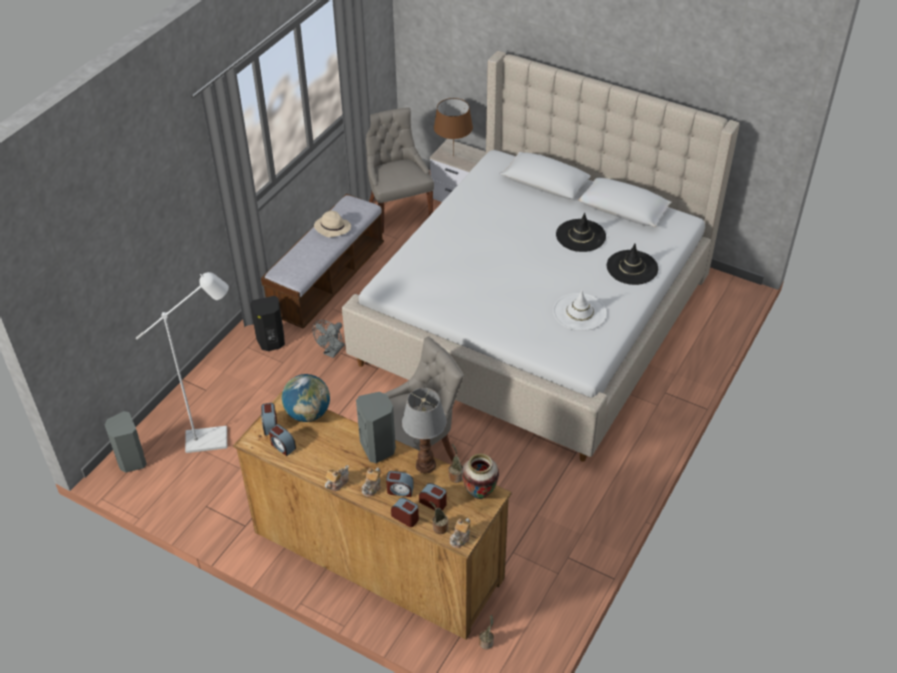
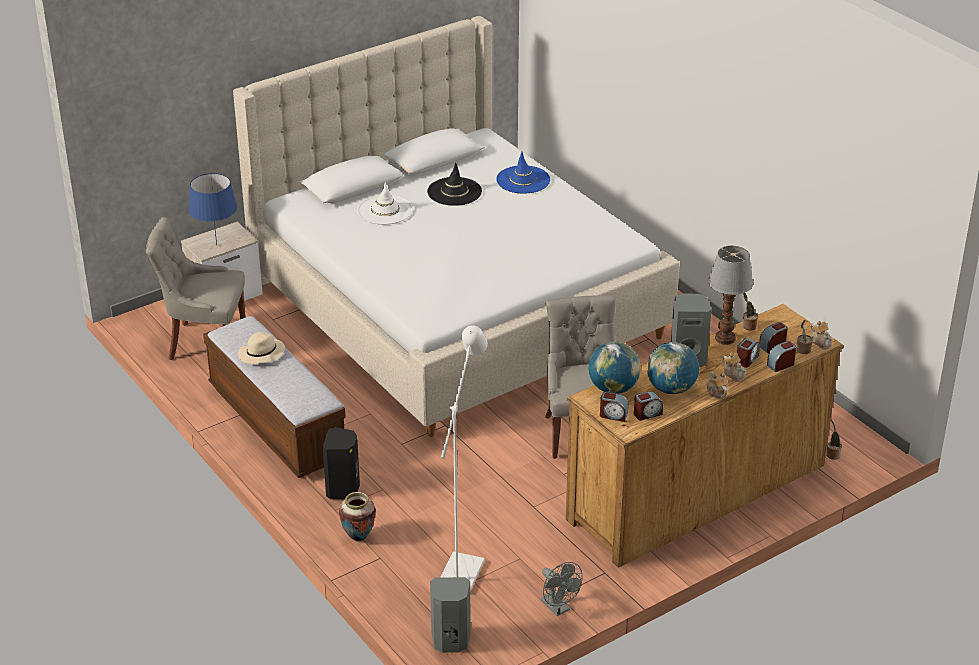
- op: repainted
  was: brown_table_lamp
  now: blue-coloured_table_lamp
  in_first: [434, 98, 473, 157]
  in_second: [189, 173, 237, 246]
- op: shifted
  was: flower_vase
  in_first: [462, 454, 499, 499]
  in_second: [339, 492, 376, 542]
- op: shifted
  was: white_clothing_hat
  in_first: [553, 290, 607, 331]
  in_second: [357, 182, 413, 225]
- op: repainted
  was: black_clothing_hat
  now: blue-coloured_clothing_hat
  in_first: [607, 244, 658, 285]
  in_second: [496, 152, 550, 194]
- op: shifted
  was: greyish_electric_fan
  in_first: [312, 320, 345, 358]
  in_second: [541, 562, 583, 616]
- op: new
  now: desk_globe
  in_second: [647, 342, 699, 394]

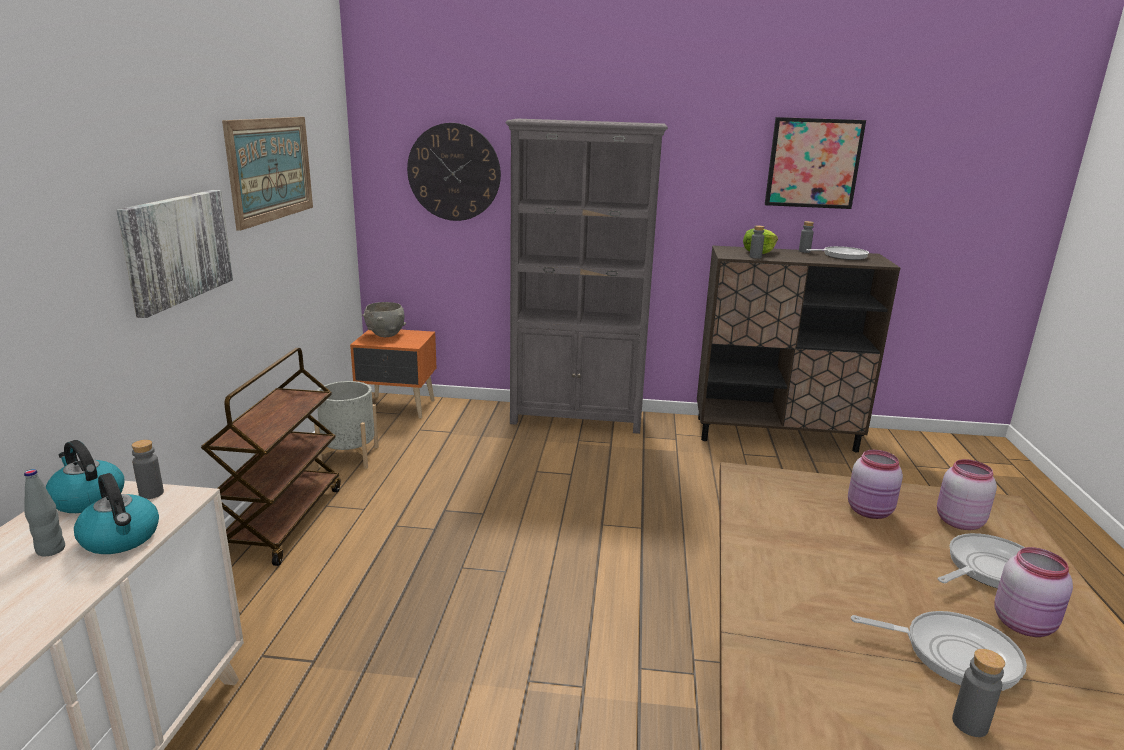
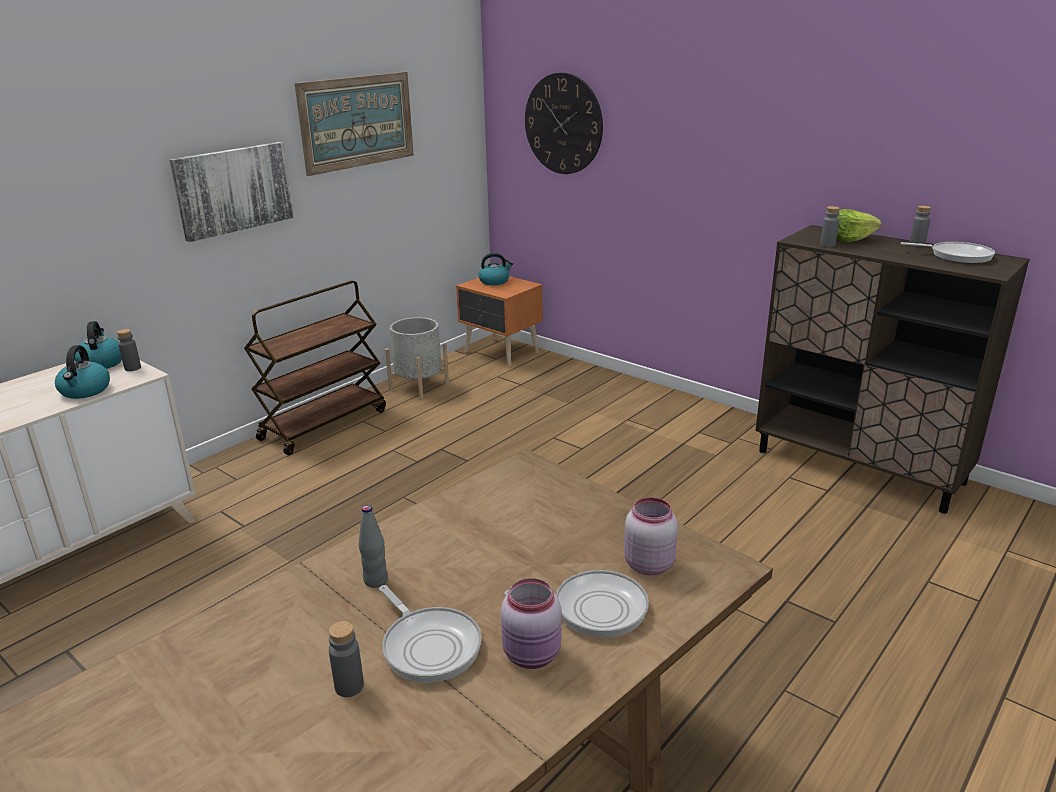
- op: shifted
  was: greyish_drink_bottle
  in_first: [24, 469, 65, 557]
  in_second: [359, 505, 388, 588]
- op: swapped
  was: greyish_deep_dish
  now: tea_kettle
  in_first: [362, 302, 406, 337]
  in_second: [479, 253, 513, 285]
- op: gone
  was: greyish_shelving_unit
  in_first: [506, 119, 668, 434]
- op: gone
  was: picture
  in_first: [765, 117, 866, 209]
- op: gone
  was: pinkish_jar
  in_first: [848, 450, 903, 519]

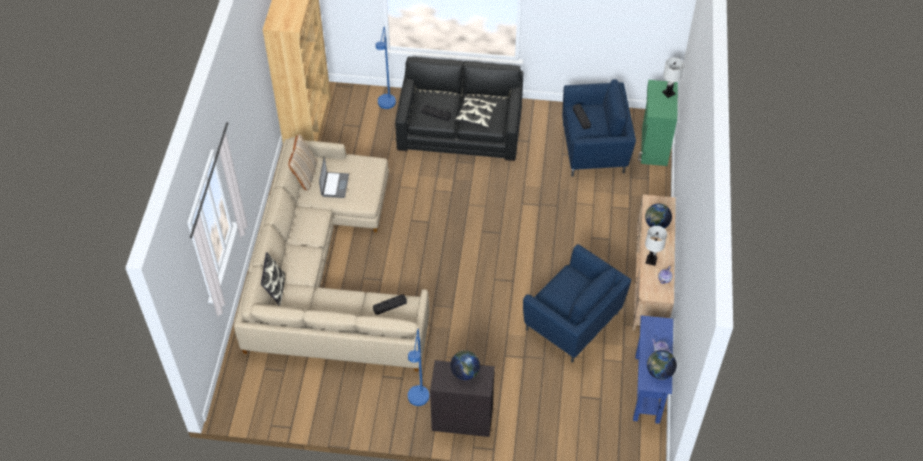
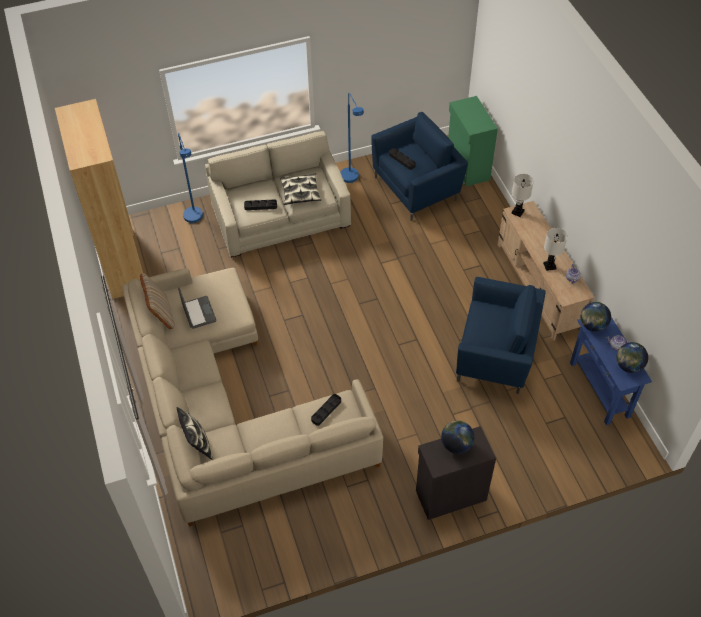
- op: repainted
  was: black_couch
  now: beige_couch
  in_first: [395, 57, 523, 161]
  in_second: [205, 131, 351, 258]
- op: shifted
  was: blue-coloured_standing_lamp
  in_first: [408, 328, 429, 406]
  in_second: [340, 93, 364, 183]
- op: shifted
  was: white_table_lamp
  in_first: [662, 57, 684, 98]
  in_second: [511, 174, 534, 217]
- op: shifted
  was: desk_globe
  in_first: [645, 203, 672, 229]
  in_second: [581, 302, 611, 332]

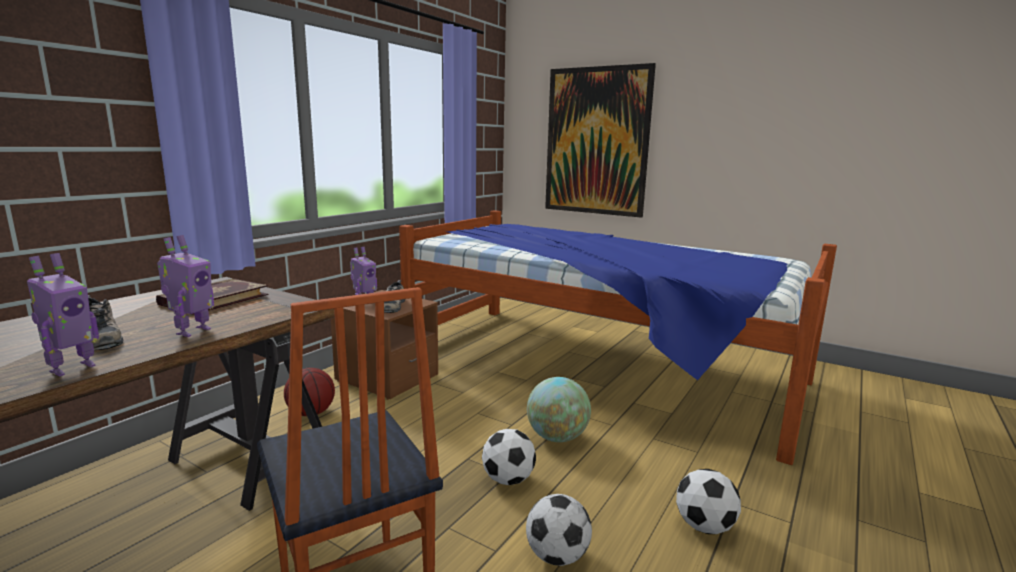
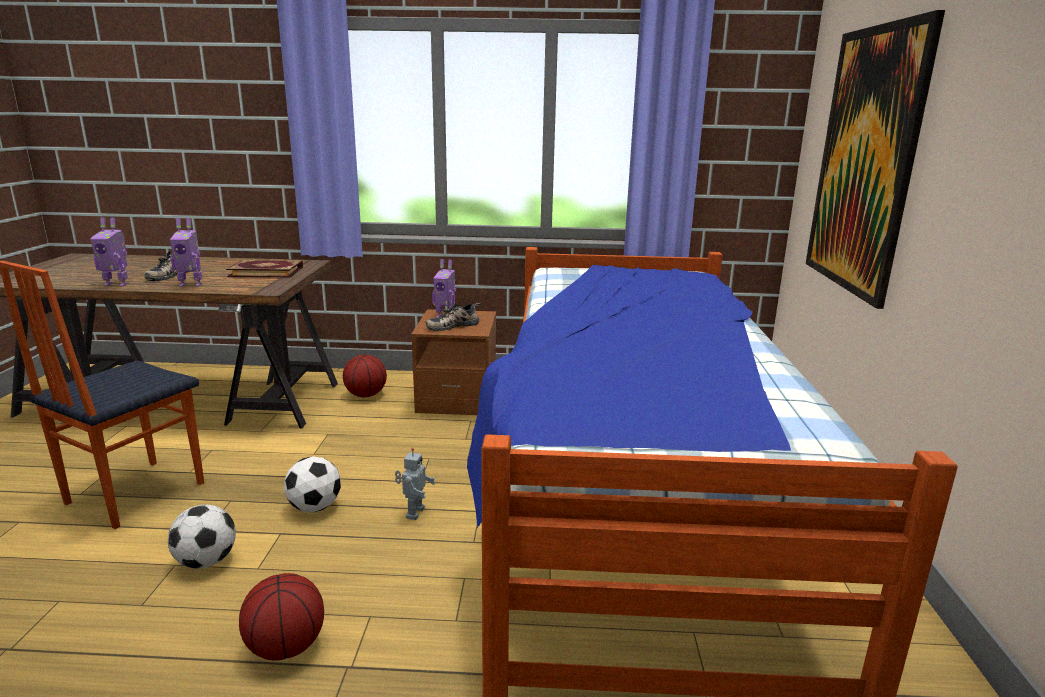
- op: swapped
  was: ball_for_football
  now: ball_for_basketball
  in_first: [676, 469, 741, 534]
  in_second: [239, 573, 324, 660]
- op: swapped
  was: desk_globe
  now: model_robot
  in_first: [527, 377, 591, 442]
  in_second: [395, 448, 436, 520]

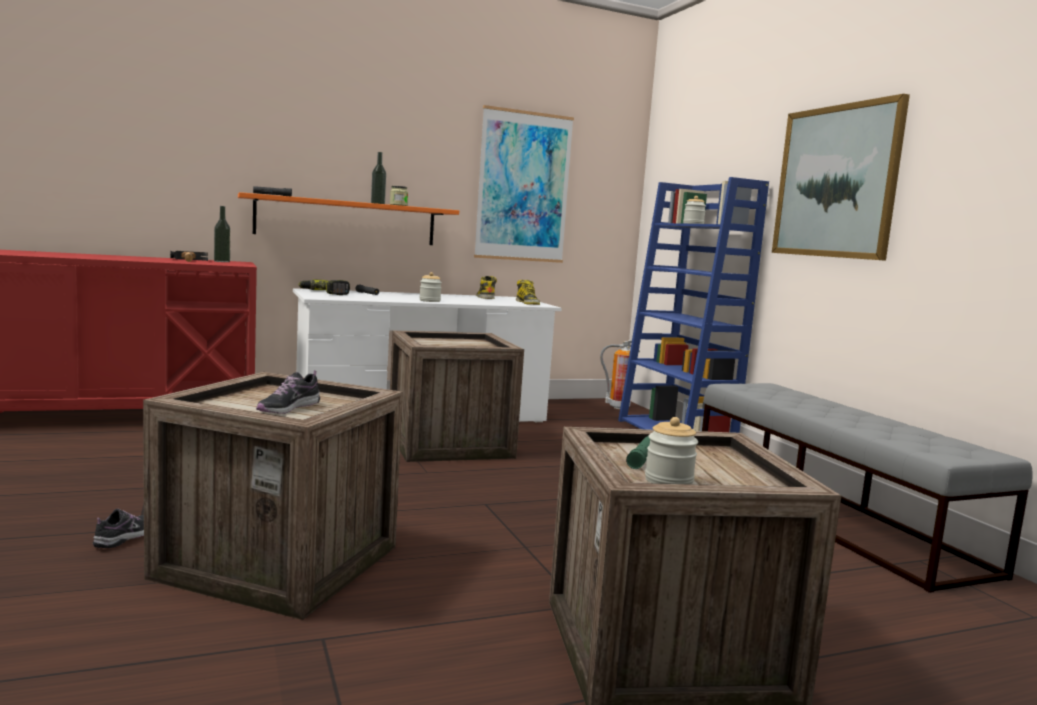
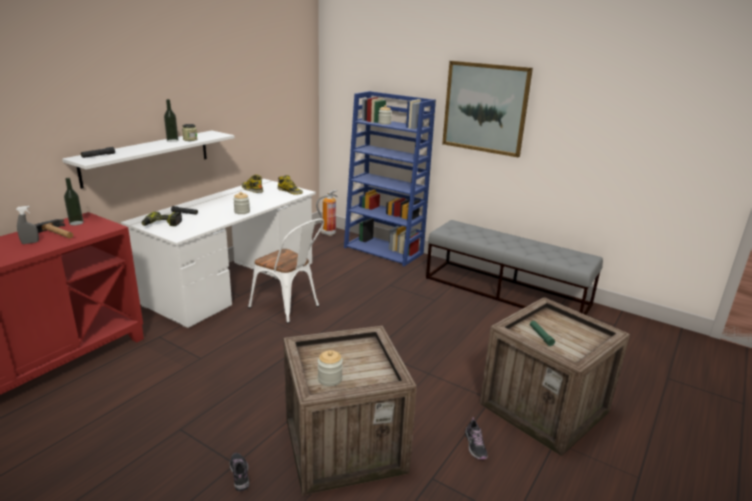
- op: new
  now: greyish_hand_sprayer
  in_second: [16, 206, 39, 244]
- op: repainted
  was: orange_wall_shelf
  now: white_wall_shelf
  in_first: [238, 192, 459, 245]
  in_second: [62, 130, 235, 189]
- op: swapped
  was: crate
  now: white_chair
  in_first: [390, 331, 524, 462]
  in_second: [248, 218, 324, 323]
- op: shifted
  was: jar
  in_first: [645, 417, 698, 484]
  in_second: [318, 350, 343, 386]
- op: shifted
  was: low_shoe
  in_first: [256, 370, 320, 414]
  in_second: [465, 417, 488, 460]
- op: gone
  was: picture
  in_first: [474, 105, 574, 263]

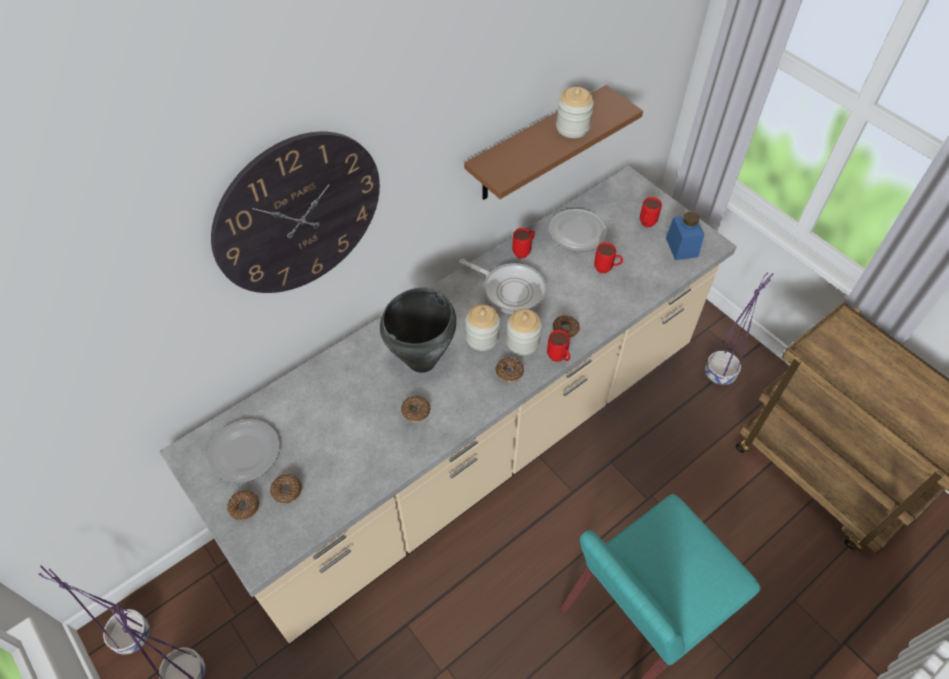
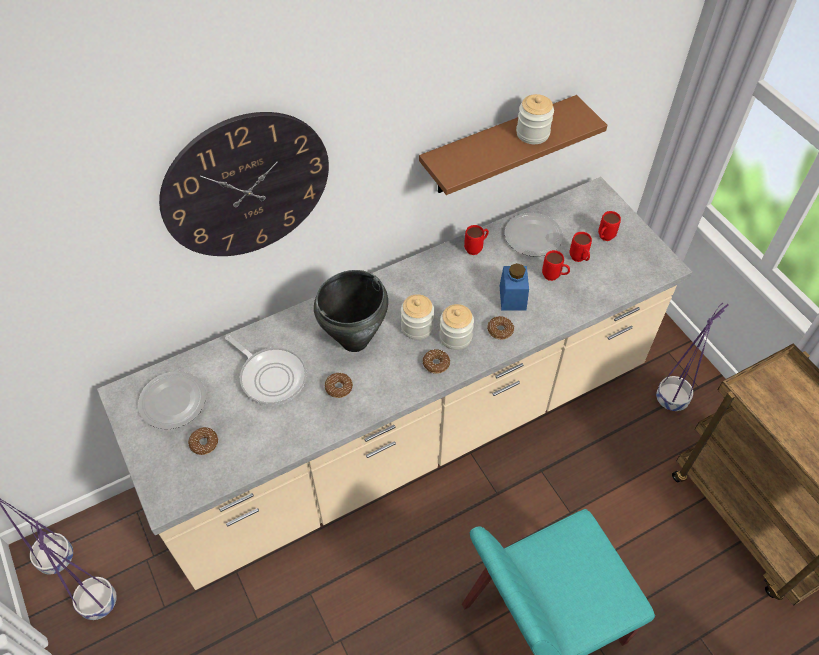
- op: shifted
  was: frying_pan
  in_first: [459, 259, 546, 314]
  in_second: [225, 335, 307, 406]
- op: shifted
  was: blue-coloured_jar
  in_first: [666, 212, 704, 260]
  in_second: [500, 263, 529, 310]
- op: shifted
  was: red_tea_mug
  in_first: [547, 330, 570, 362]
  in_second: [570, 232, 592, 262]
- op: gone
  was: donut
  in_first: [227, 490, 259, 520]

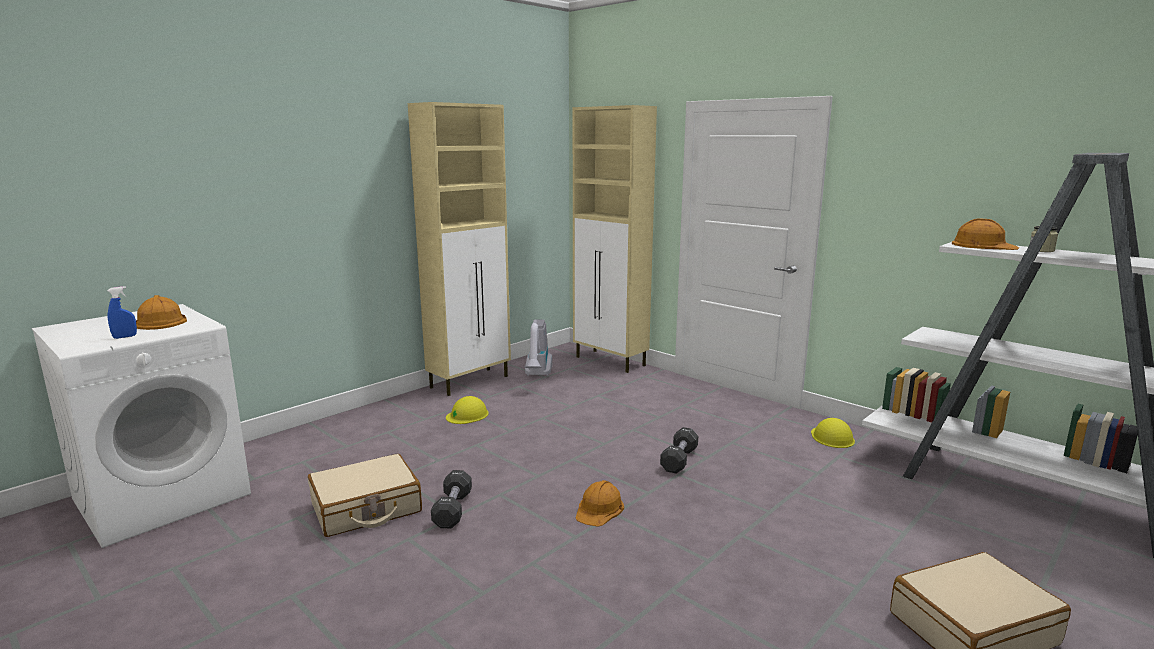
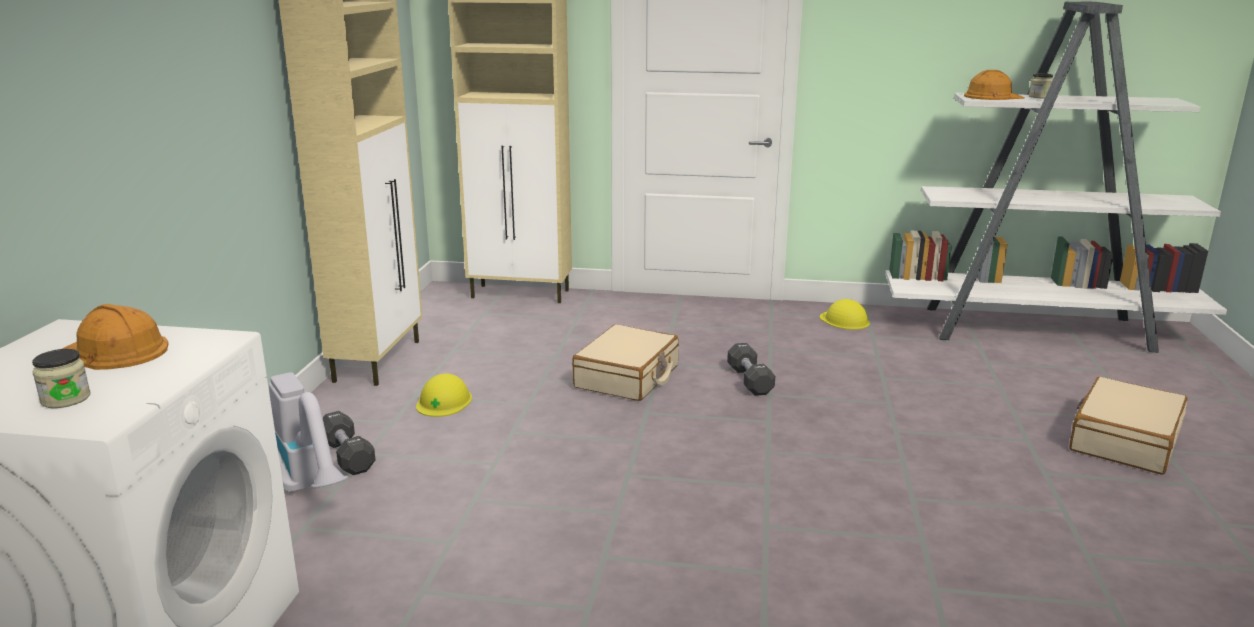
- op: new
  now: jar
  in_second: [32, 349, 90, 408]
- op: shifted
  was: hoover
  in_first: [524, 319, 552, 376]
  in_second: [269, 372, 348, 493]
- op: shifted
  was: black_dumbbell
  in_first: [431, 470, 472, 528]
  in_second: [323, 411, 376, 475]
- op: shifted
  was: beige_suitcase
  in_first: [308, 454, 422, 537]
  in_second: [572, 324, 679, 401]
- op: gone
  was: blue-coloured_hand_sprayer
  in_first: [107, 286, 137, 339]
- op: gone
  was: orange_safety_helmet
  in_first: [576, 480, 624, 527]

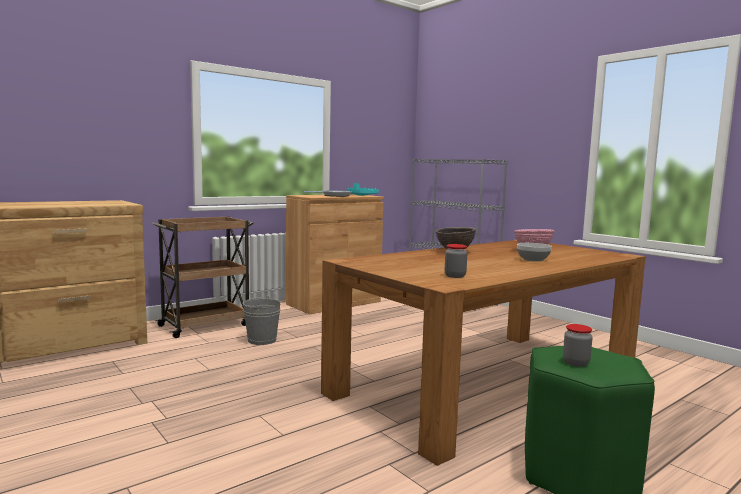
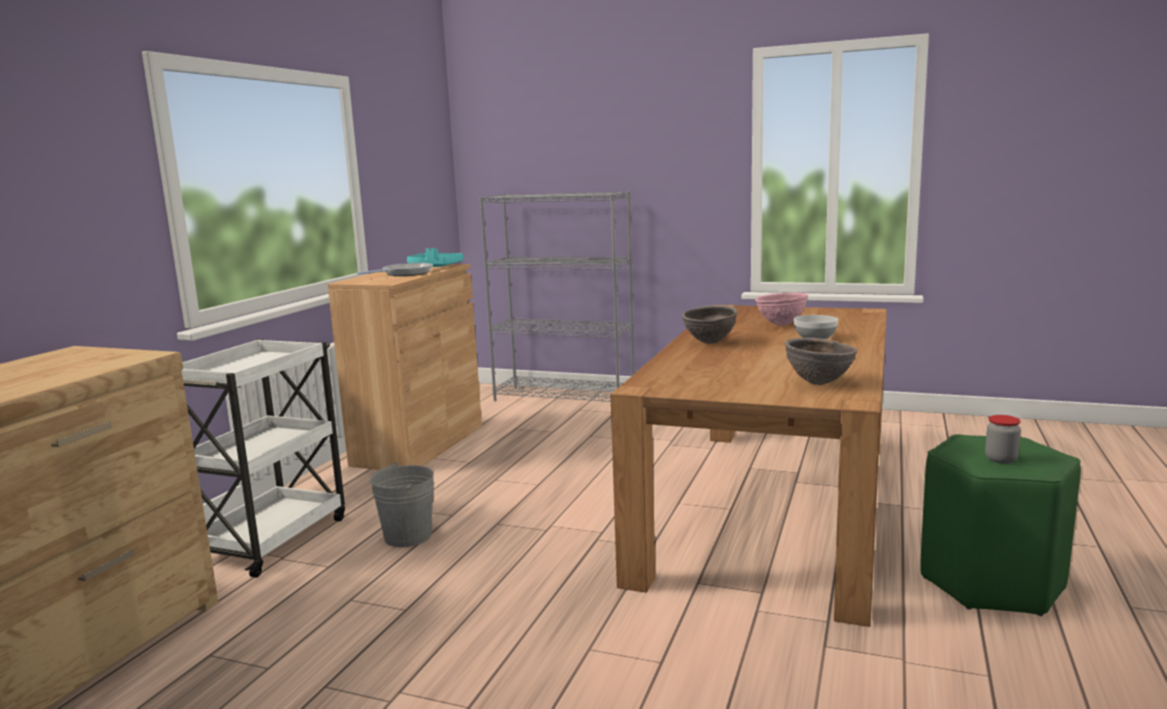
- op: repainted
  was: brown_wheeled_cart
  now: white_wheeled_cart
  in_first: [152, 216, 254, 338]
  in_second: [182, 339, 345, 578]
- op: swapped
  was: jar
  now: brown_deep_dish
  in_first: [445, 244, 467, 278]
  in_second: [785, 338, 857, 385]

